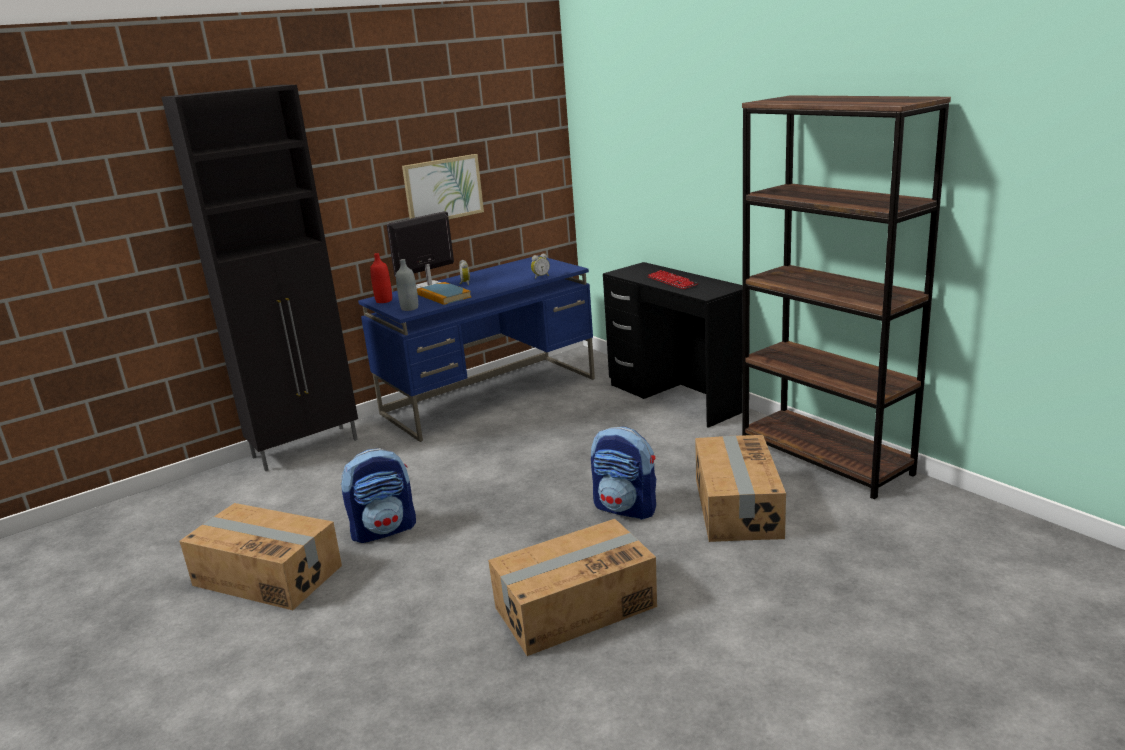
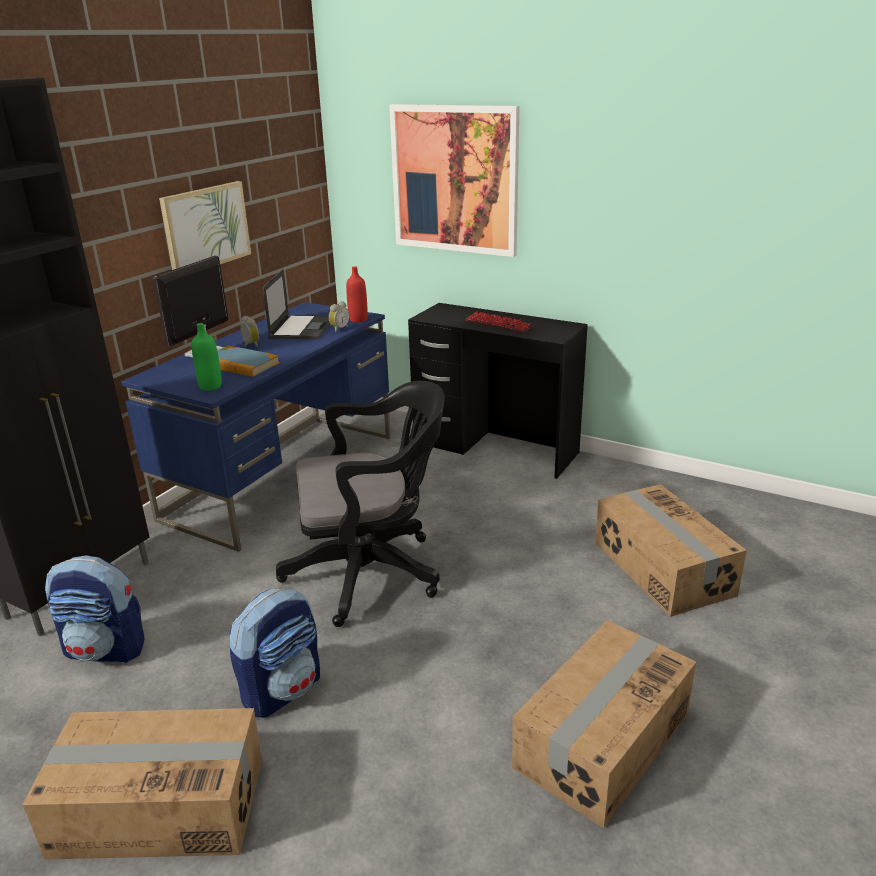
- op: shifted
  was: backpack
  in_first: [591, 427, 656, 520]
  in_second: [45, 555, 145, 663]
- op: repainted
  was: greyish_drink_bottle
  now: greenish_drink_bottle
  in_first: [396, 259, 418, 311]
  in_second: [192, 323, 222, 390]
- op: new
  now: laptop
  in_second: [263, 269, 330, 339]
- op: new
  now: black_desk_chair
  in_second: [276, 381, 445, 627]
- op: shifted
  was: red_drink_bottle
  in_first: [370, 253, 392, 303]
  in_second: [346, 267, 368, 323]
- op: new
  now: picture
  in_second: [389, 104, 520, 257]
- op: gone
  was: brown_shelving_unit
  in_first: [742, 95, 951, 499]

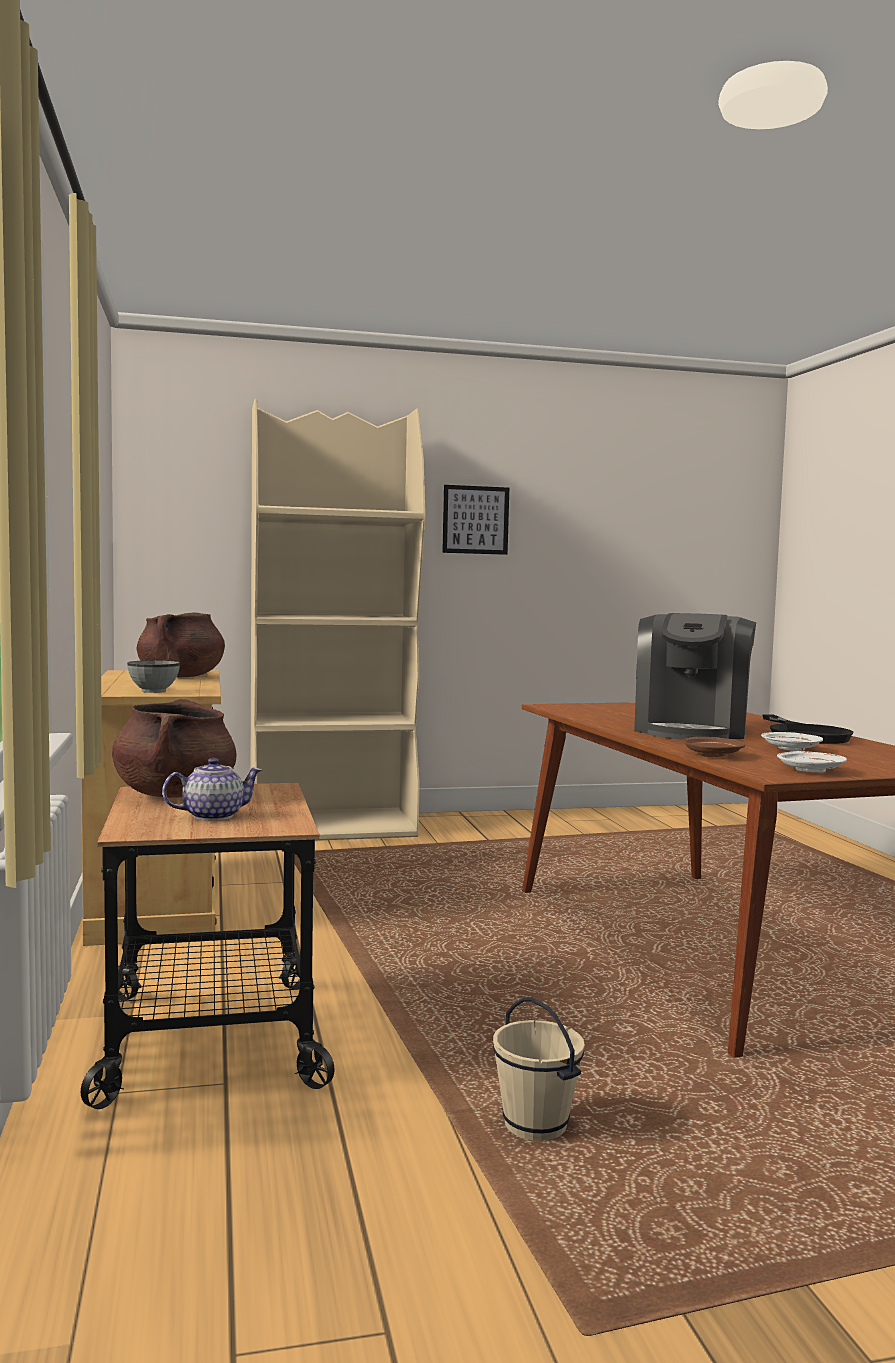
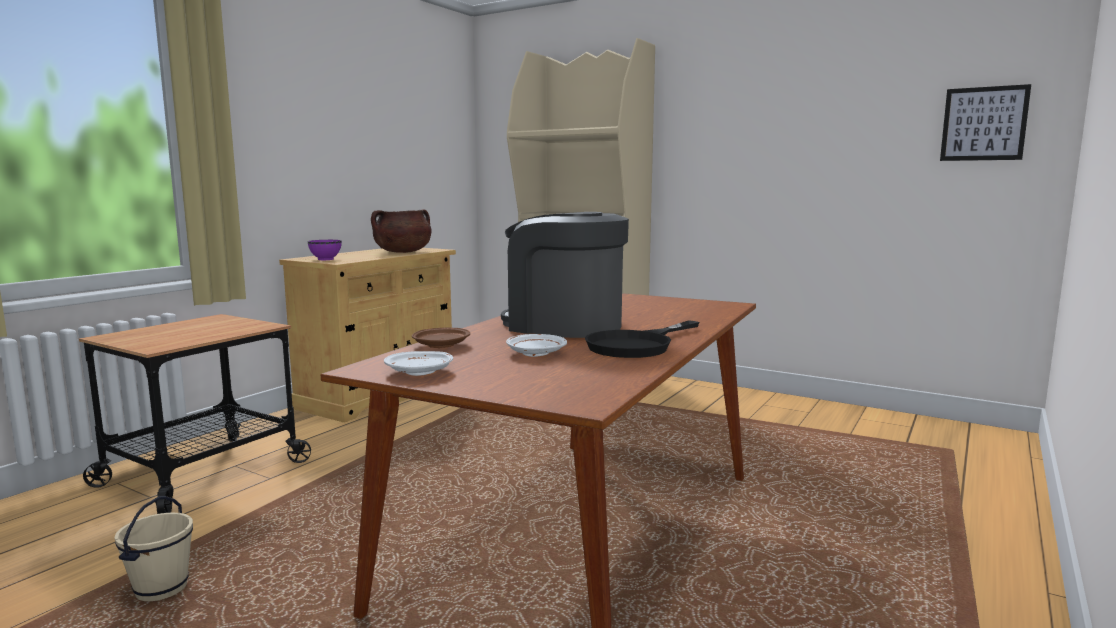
- op: repainted
  was: greyish_deep_dish
  now: purple_deep_dish
  in_first: [127, 660, 180, 693]
  in_second: [308, 240, 342, 260]
- op: rotated
  was: coffee_maker
  in_first: [634, 613, 756, 740]
  in_second: [501, 212, 629, 338]
  clockwise: 60
- op: shifted
  was: picture
  in_first: [442, 485, 509, 555]
  in_second: [940, 84, 1031, 161]
- op: gone
  was: brown_stockpot
  in_first: [112, 699, 237, 798]
- op: gone
  was: pot_for_tea
  in_first: [162, 758, 262, 821]

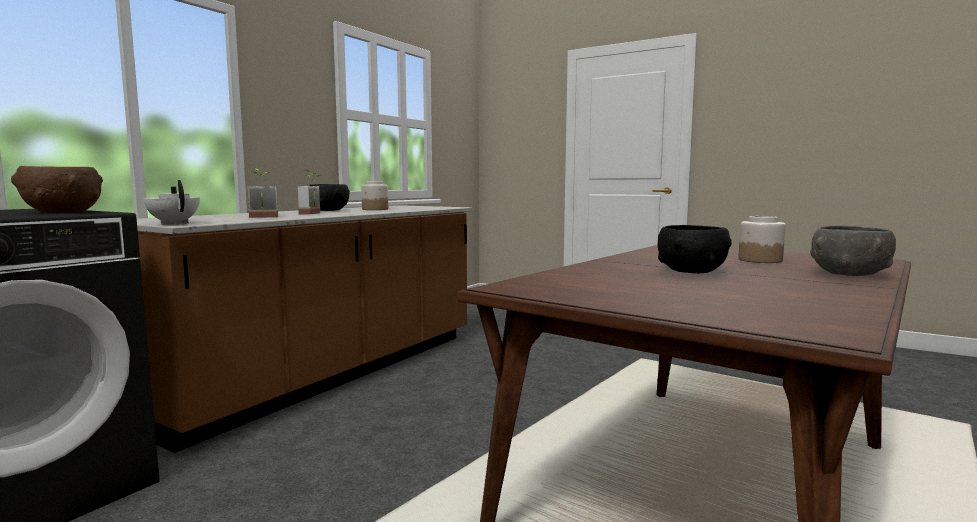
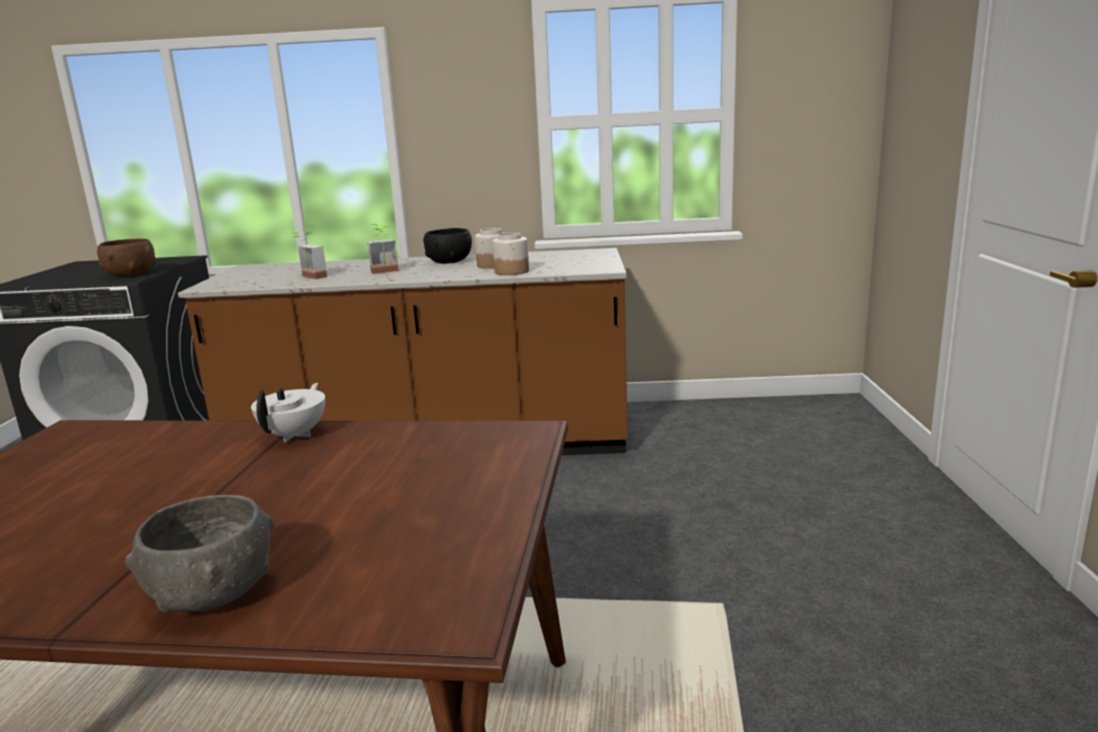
- op: shifted
  was: white_pot_for_tea
  in_first: [143, 180, 200, 225]
  in_second: [251, 383, 325, 442]
- op: shifted
  was: jar
  in_first: [738, 216, 785, 263]
  in_second: [492, 232, 529, 275]
- op: gone
  was: black_deep_dish
  in_first: [658, 225, 732, 273]

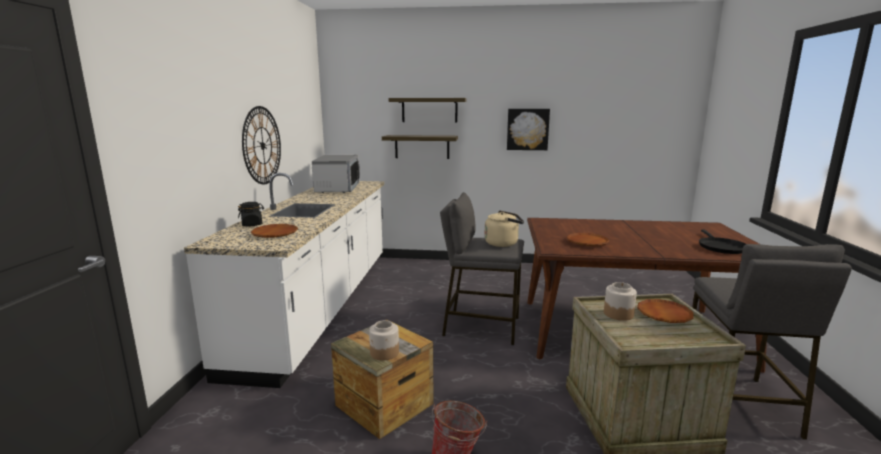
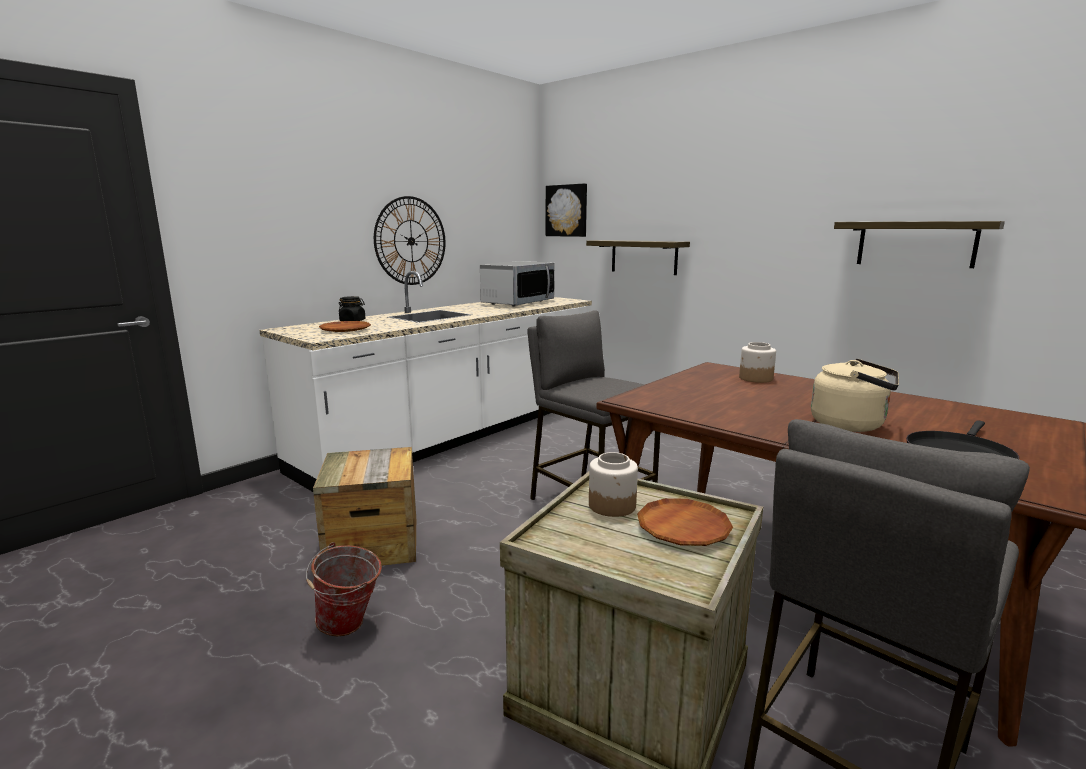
- op: shifted
  was: picture
  in_first: [507, 109, 550, 150]
  in_second: [546, 183, 587, 237]
- op: shifted
  was: jar
  in_first: [369, 320, 399, 360]
  in_second: [739, 342, 776, 383]
- op: shifted
  was: beige_tea_kettle
  in_first: [484, 210, 524, 247]
  in_second: [811, 359, 899, 432]
- op: shifted
  was: wall_shelf
  in_first: [388, 98, 466, 123]
  in_second: [834, 221, 1005, 268]
- op: gone
  was: brown_plate
  in_first: [566, 233, 609, 246]

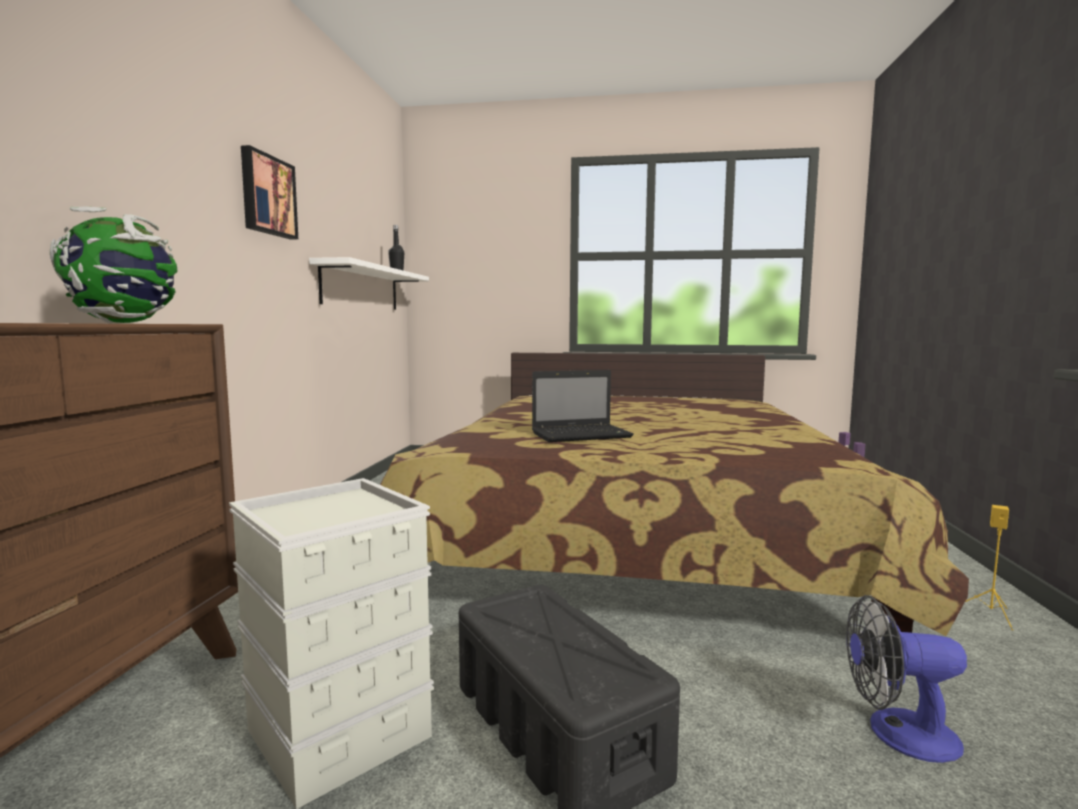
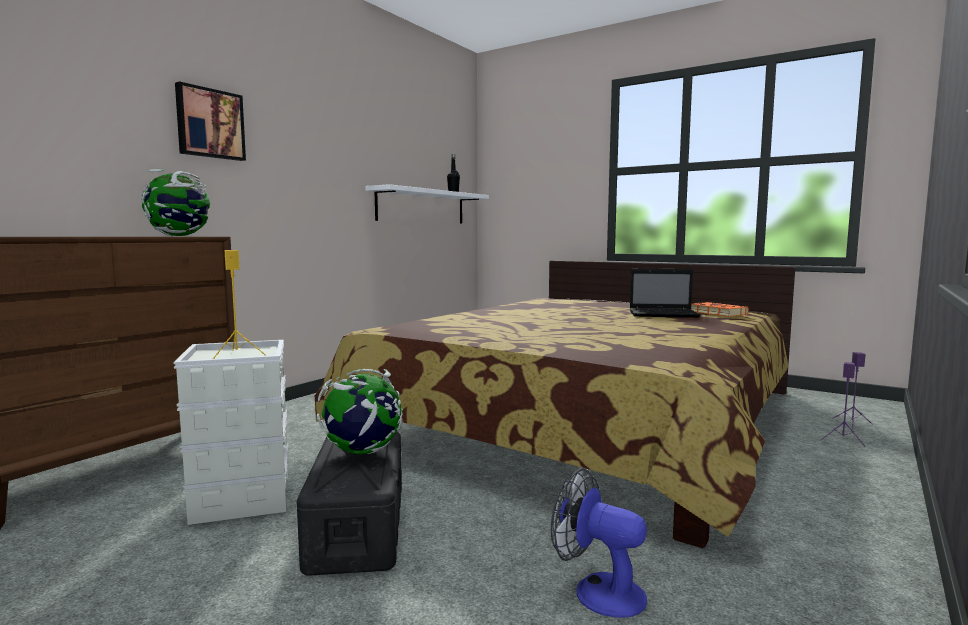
- op: shifted
  was: picture
  in_first: [241, 145, 298, 240]
  in_second: [175, 81, 246, 161]
- op: shifted
  was: yellow_loudspeaker
  in_first: [965, 505, 1014, 630]
  in_second: [213, 250, 266, 359]
- op: new
  now: desk_globe
  in_second: [317, 369, 403, 454]
- op: shifted
  was: laptop
  in_first: [532, 370, 634, 442]
  in_second: [630, 269, 700, 318]
- op: new
  now: orange_book
  in_second: [691, 302, 749, 317]

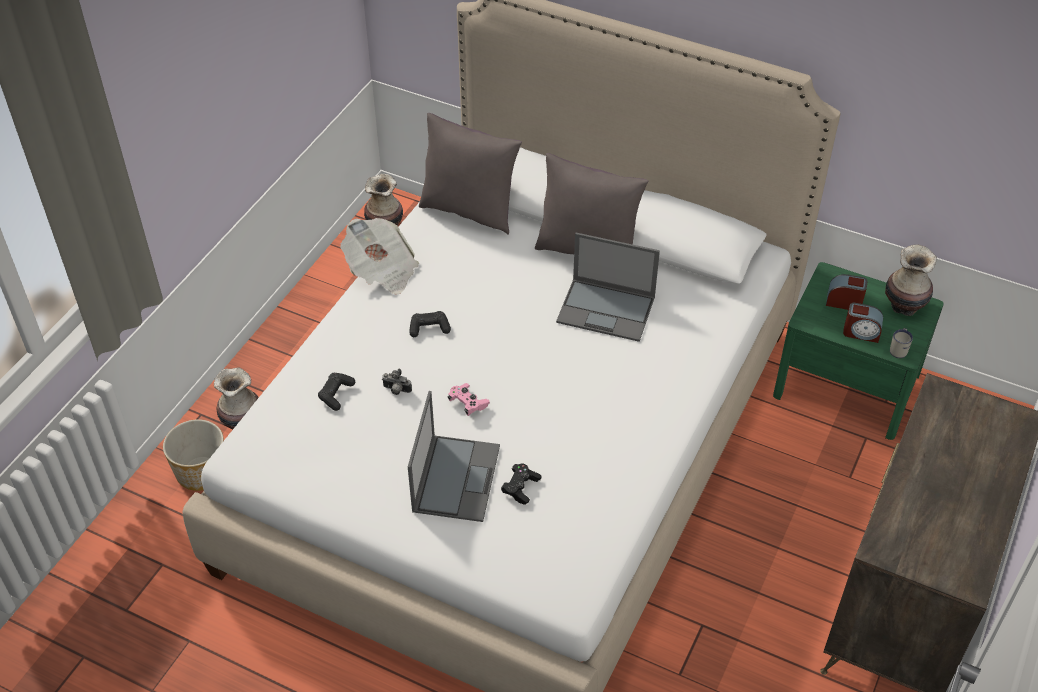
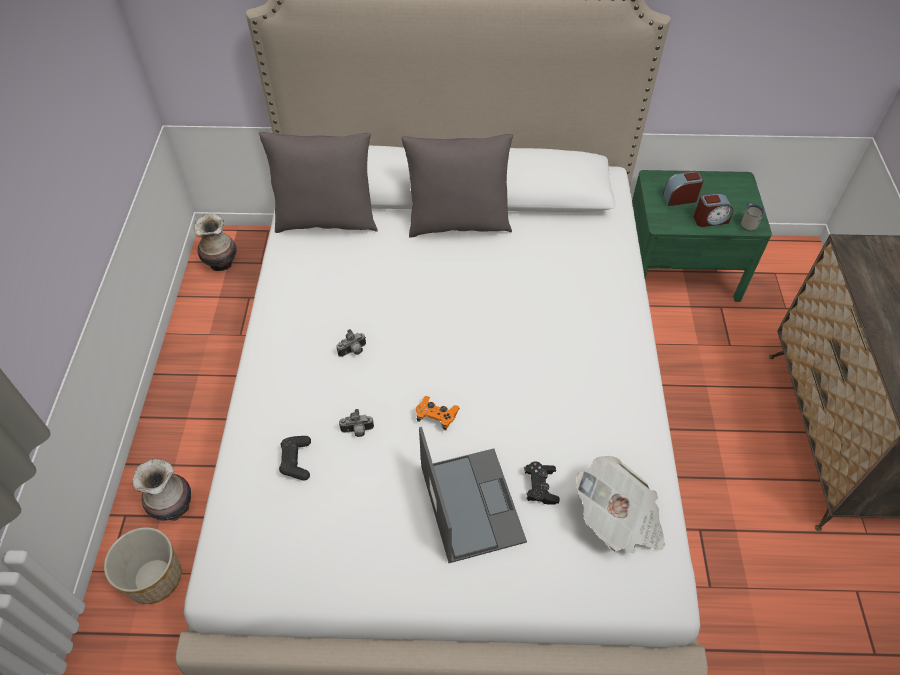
- op: swapped
  was: black_joypad
  now: still_camera
  in_first: [409, 311, 451, 337]
  in_second: [336, 329, 366, 357]
- op: repainted
  was: pinkish_joypad
  now: orange_joypad
  in_first: [448, 383, 490, 416]
  in_second: [416, 396, 460, 431]
- op: shifted
  was: newspaper
  in_first: [341, 218, 419, 294]
  in_second: [576, 456, 665, 554]
- op: gone
  was: laptop
  in_first: [556, 233, 660, 342]
- op: gone
  was: flower_vase
  in_first: [885, 244, 937, 316]

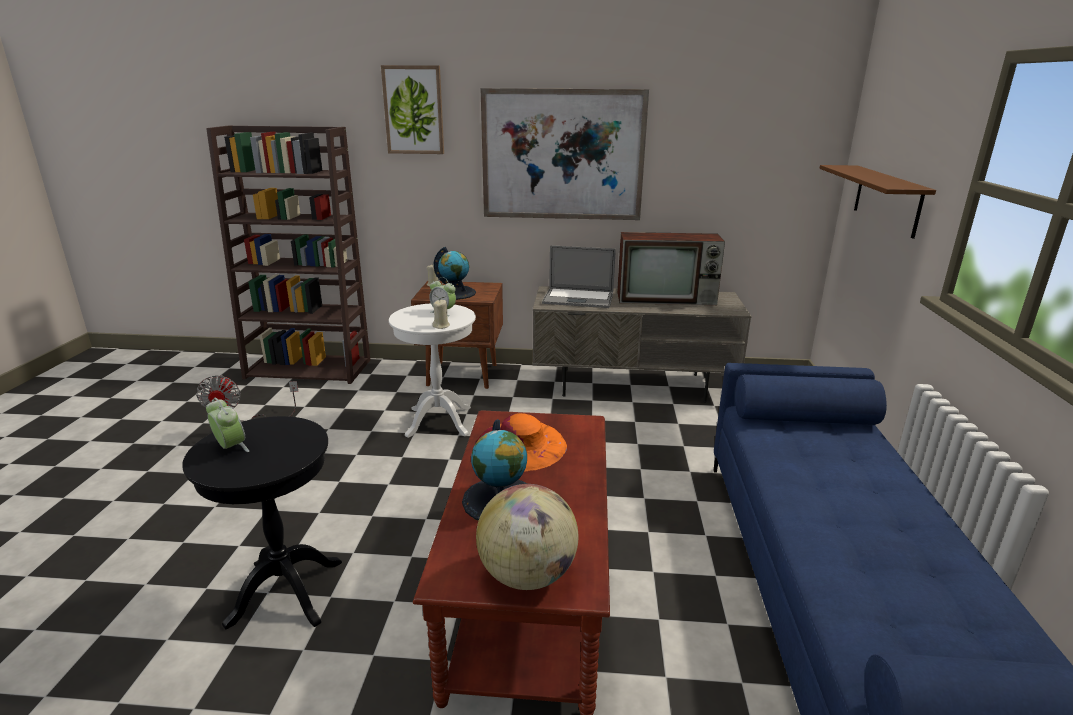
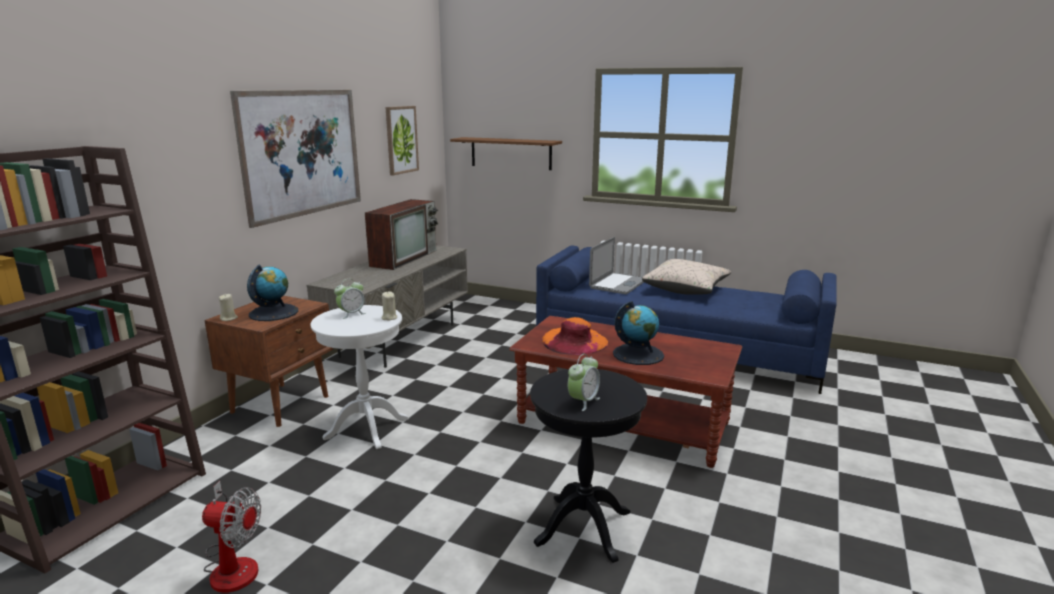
- op: shifted
  was: picture
  in_first: [381, 65, 444, 154]
  in_second: [386, 106, 419, 175]
- op: rotated
  was: alarm_clock
  in_first: [206, 397, 249, 452]
  in_second: [568, 354, 600, 411]
  clockwise: 150
- op: shifted
  was: laptop
  in_first: [542, 245, 616, 308]
  in_second: [589, 237, 644, 294]
- op: new
  now: beige_cushion
  in_second: [642, 259, 731, 295]
- op: gone
  was: desk_globe
  in_first: [476, 484, 579, 590]

